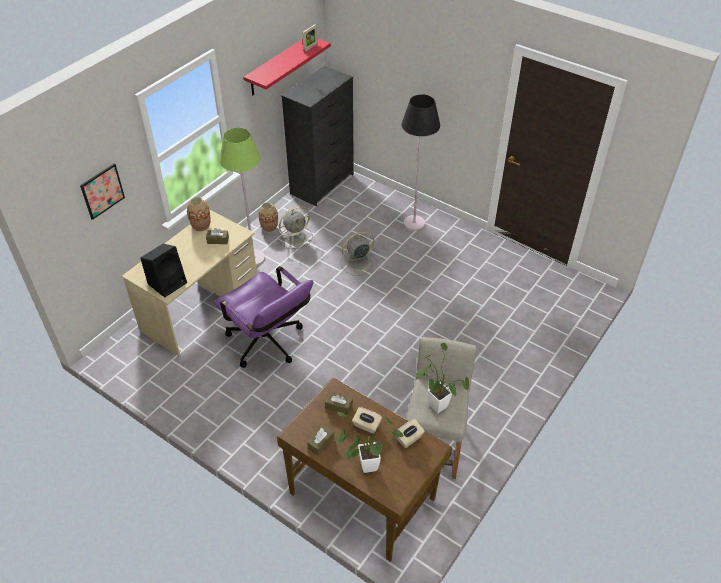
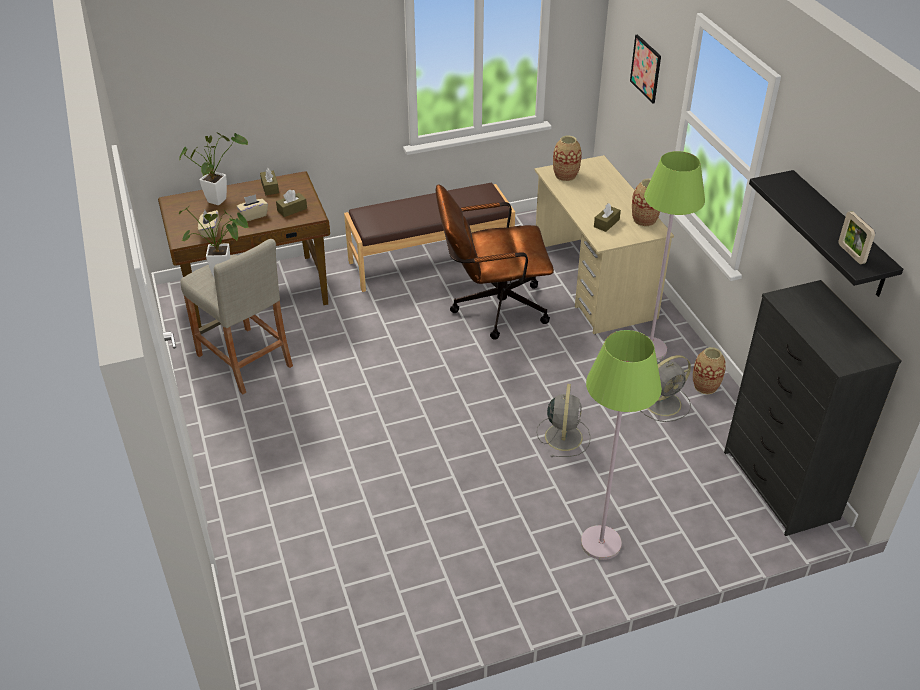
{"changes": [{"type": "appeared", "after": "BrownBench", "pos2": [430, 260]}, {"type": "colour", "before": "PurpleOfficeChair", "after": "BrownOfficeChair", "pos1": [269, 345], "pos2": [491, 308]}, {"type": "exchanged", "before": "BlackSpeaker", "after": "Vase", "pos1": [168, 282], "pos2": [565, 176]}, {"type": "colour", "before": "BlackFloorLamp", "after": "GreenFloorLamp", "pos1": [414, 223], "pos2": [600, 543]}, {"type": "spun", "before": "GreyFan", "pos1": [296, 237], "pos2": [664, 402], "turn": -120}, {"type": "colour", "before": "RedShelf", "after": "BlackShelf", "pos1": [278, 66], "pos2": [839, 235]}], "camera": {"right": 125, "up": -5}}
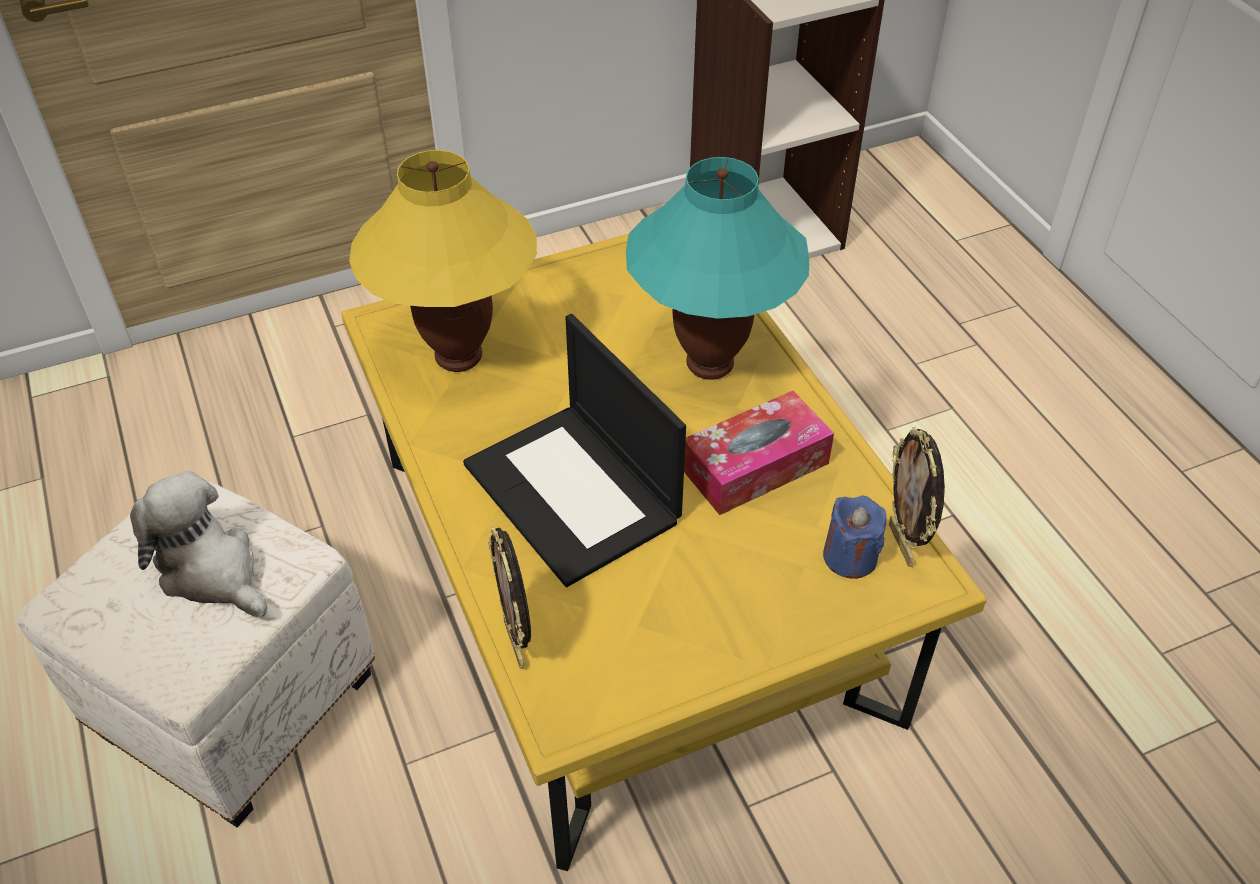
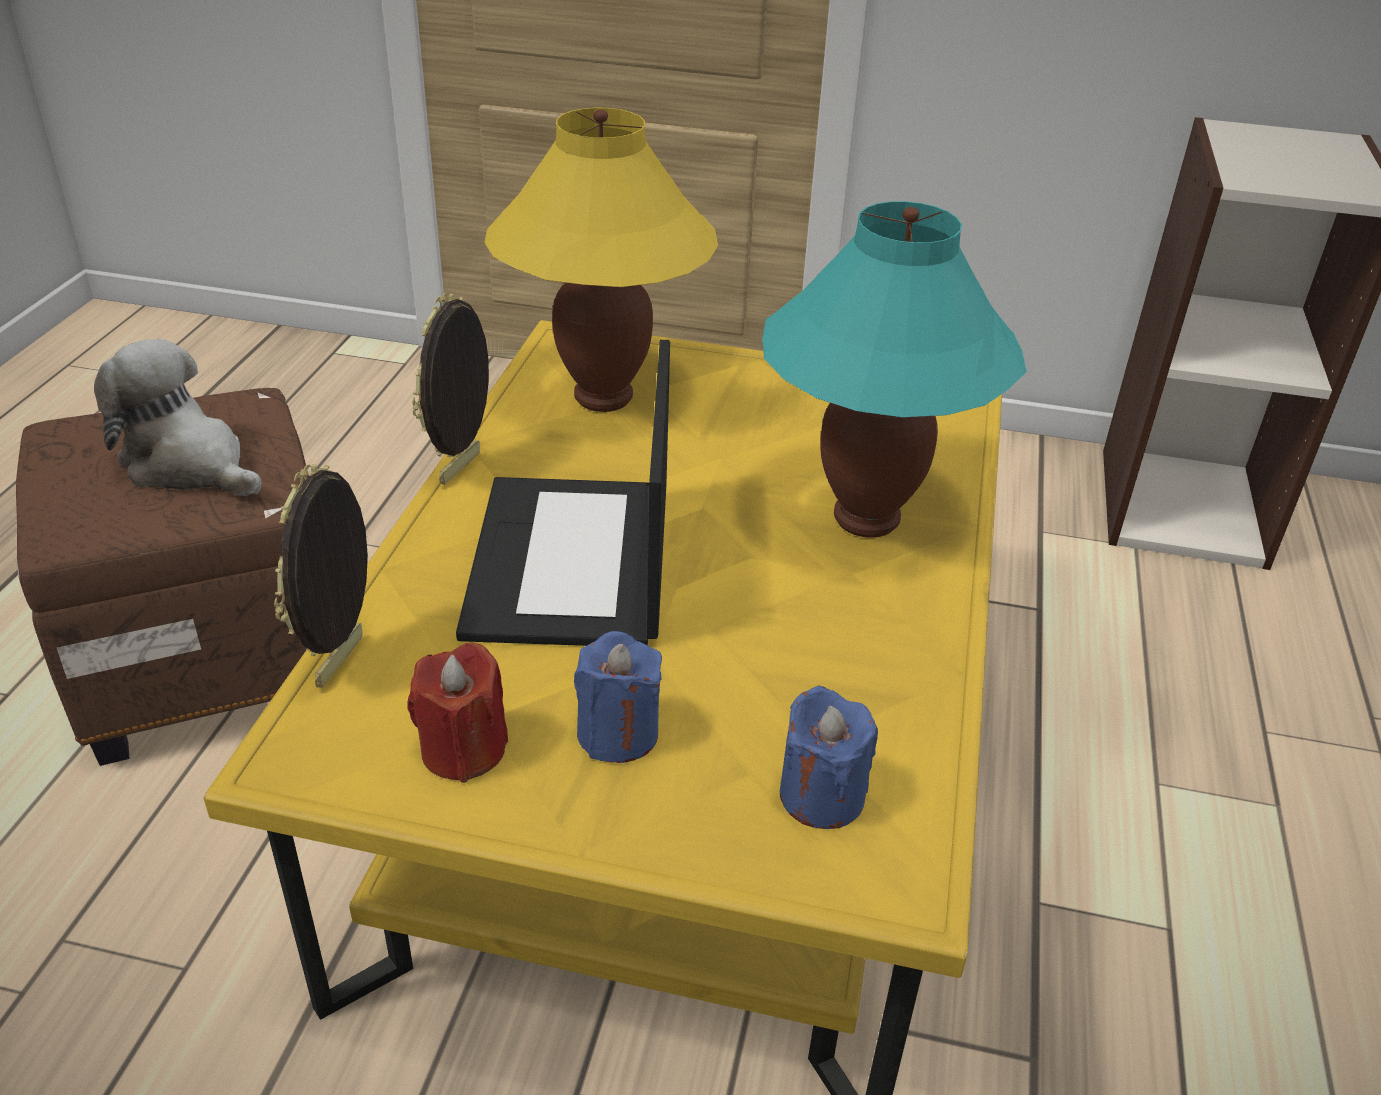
{"changes": [{"type": "colour", "before": "WhiteOttoman", "after": "BrownOttoman", "pos1": [236, 708], "pos2": [212, 666]}, {"type": "spun", "before": "PlushToy", "pos1": [211, 571], "pos2": [189, 465], "turn": -45}, {"type": "appeared", "after": "RedCandle", "pos2": [463, 750]}, {"type": "relocated", "before": "PictureFrame", "pos1": [902, 544], "pos2": [462, 469]}, {"type": "appeared", "after": "BlueCandle", "pos2": [618, 734]}, {"type": "missing", "before": "TissueBox", "pos1": [755, 466]}], "camera": {"right": 35, "up": -10}}
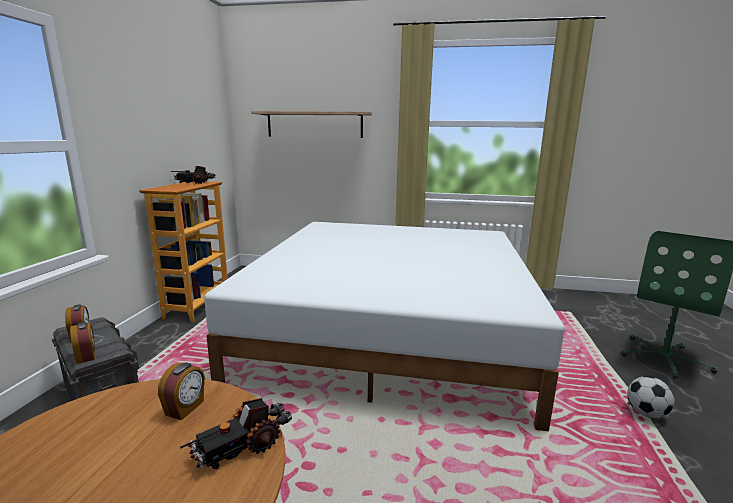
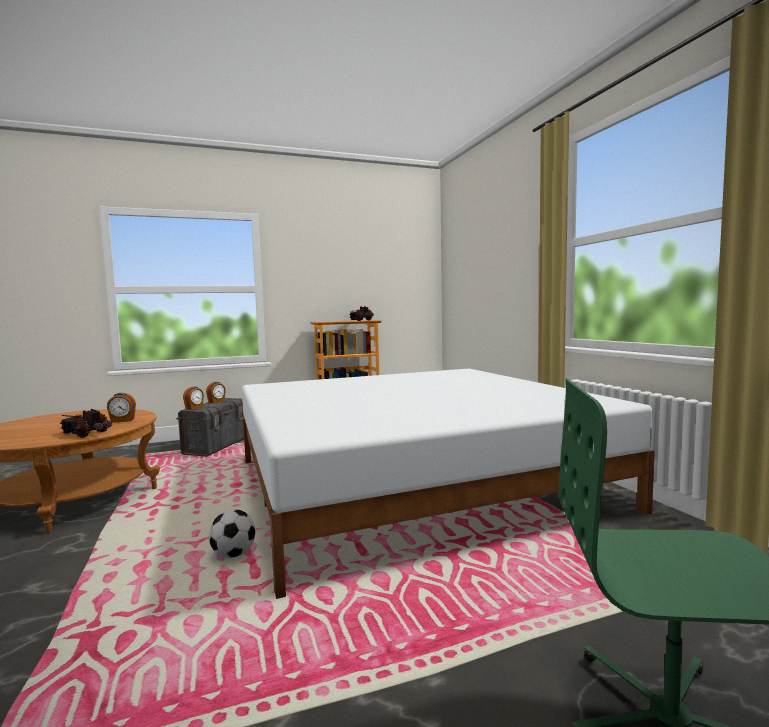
{"changes": [{"type": "relocated", "before": "Football", "pos1": [645, 413], "pos2": [233, 554]}, {"type": "missing", "before": "Shelf", "pos1": [314, 124]}], "camera": {"right": 60, "up": -10}}
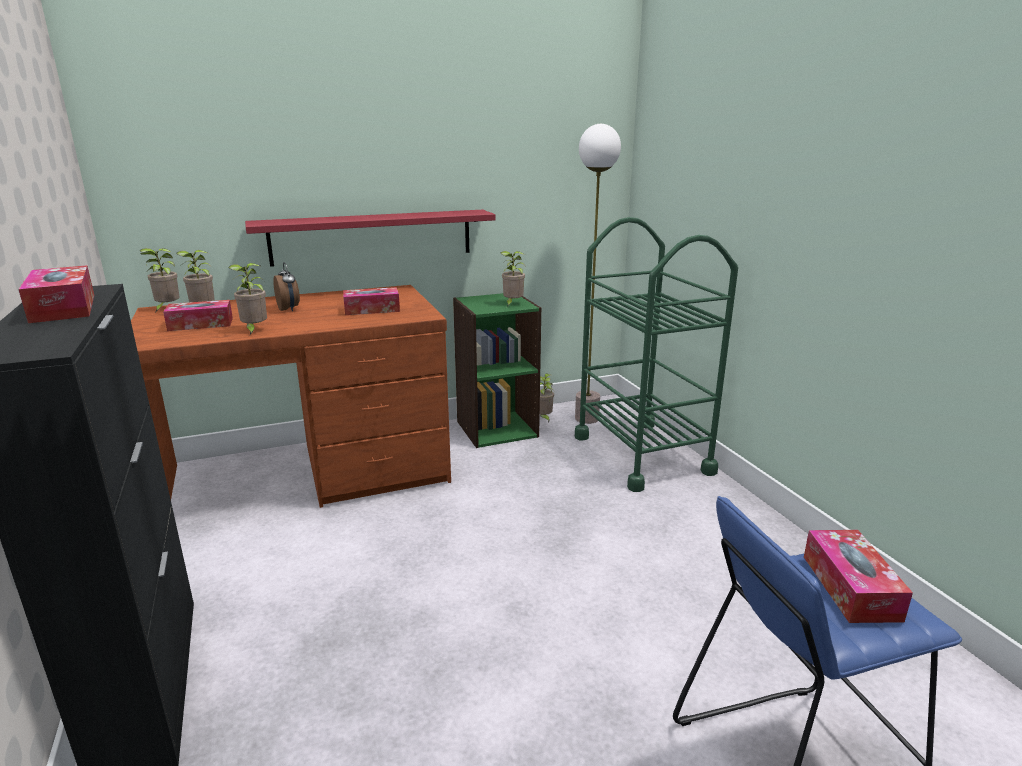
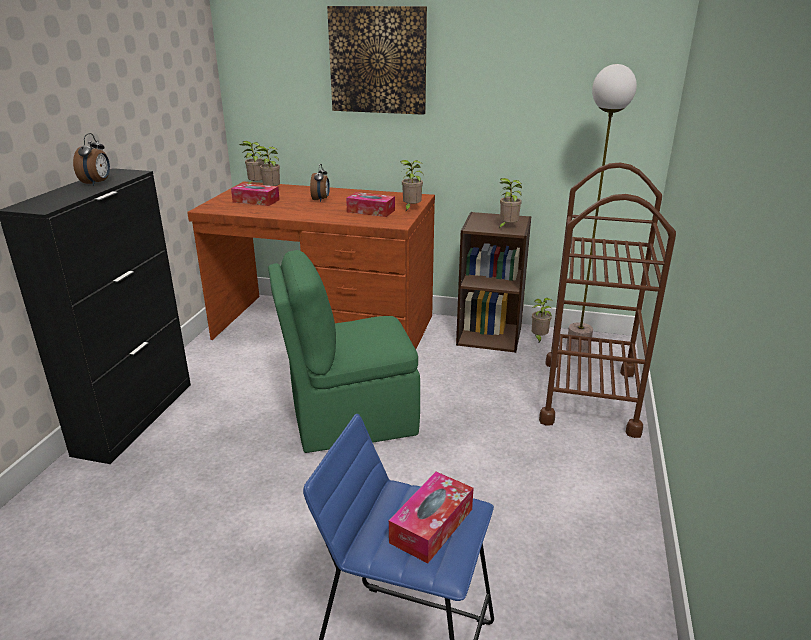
{"changes": [{"type": "exchanged", "before": "TissueBox", "after": "AlarmClock", "pos1": [63, 308], "pos2": [97, 183]}, {"type": "appeared", "after": "GreenChair", "pos2": [350, 419]}, {"type": "appeared", "after": "Picture", "pos2": [378, 60]}, {"type": "relocated", "before": "PottedPlant", "pos1": [254, 330], "pos2": [411, 209]}, {"type": "colour", "before": "GreenBookcase", "after": "BrownBookcase", "pos1": [496, 428], "pos2": [489, 335]}, {"type": "colour", "before": "GreenCart", "after": "BrownCart", "pos1": [642, 454], "pos2": [589, 396]}, {"type": "missing", "before": "RedShelf", "pos1": [372, 237]}], "camera": {"right": 35, "up": 5}}
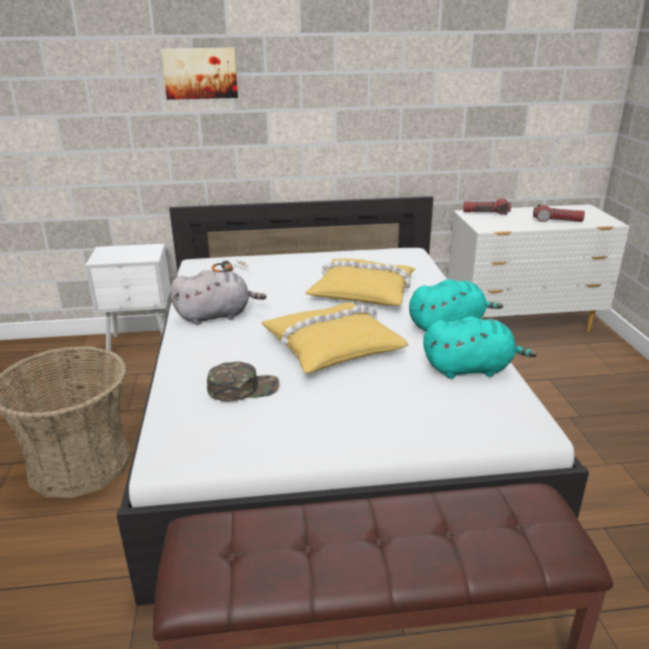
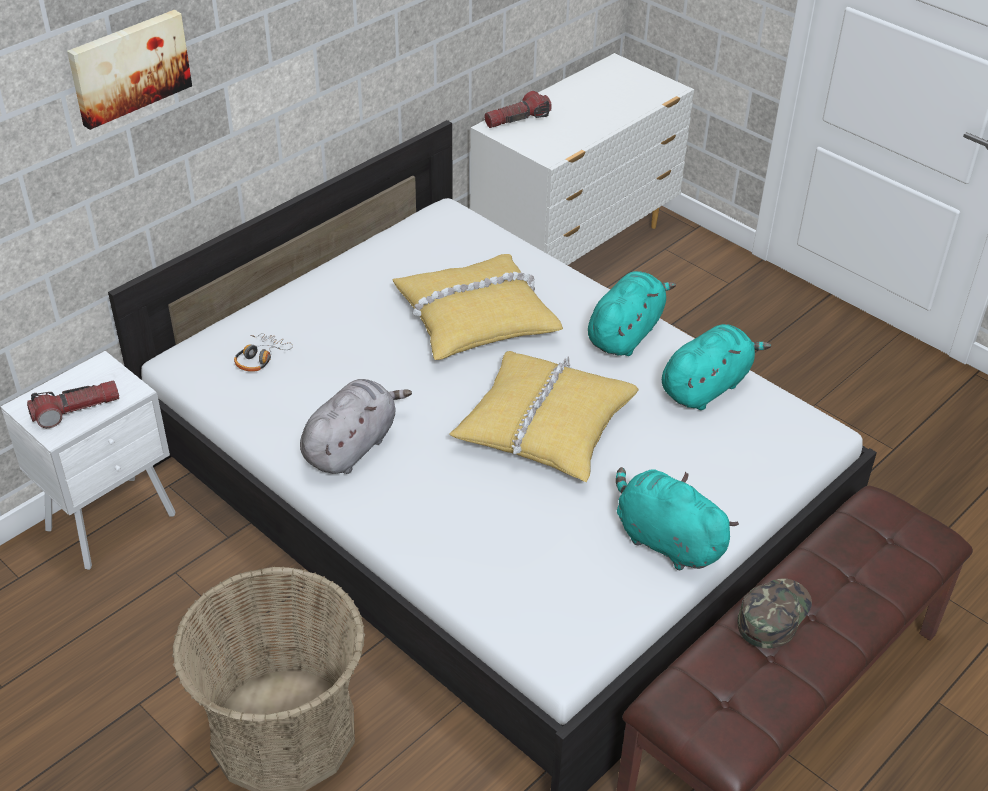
{"changes": [{"type": "relocated", "before": "Flashlight", "pos1": [557, 221], "pos2": [76, 410]}, {"type": "appeared", "after": "TurquoisePlushToy", "pos2": [665, 540]}, {"type": "relocated", "before": "GreenCap", "pos1": [243, 388], "pos2": [773, 614]}], "camera": {"right": -40, "up": 15}}
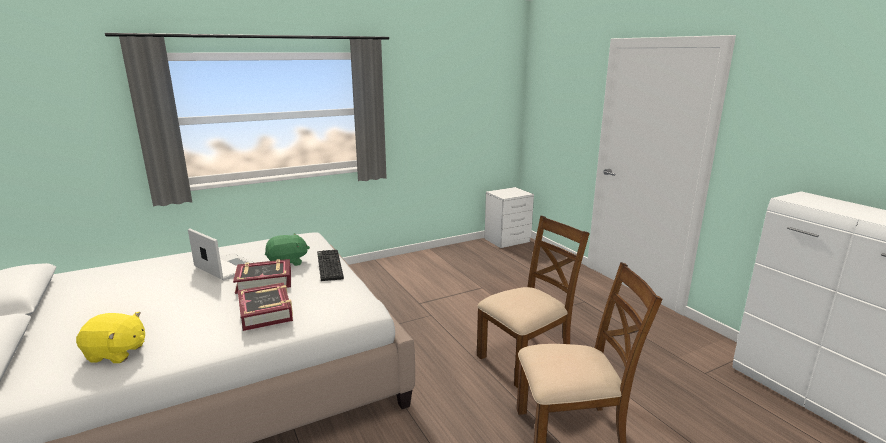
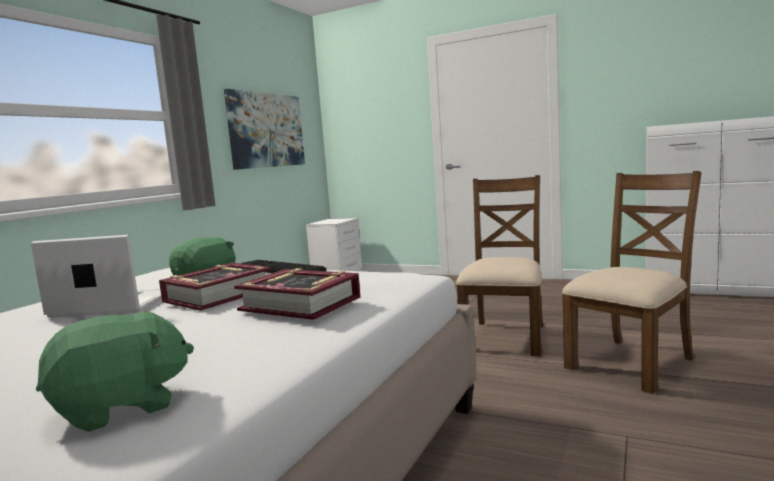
{"changes": [{"type": "colour", "before": "YellowPlushToy", "after": "GreenPlushToy", "pos1": [116, 353], "pos2": [122, 407]}, {"type": "appeared", "after": "Picture", "pos2": [266, 130]}], "camera": {"right": -35, "up": -10}}
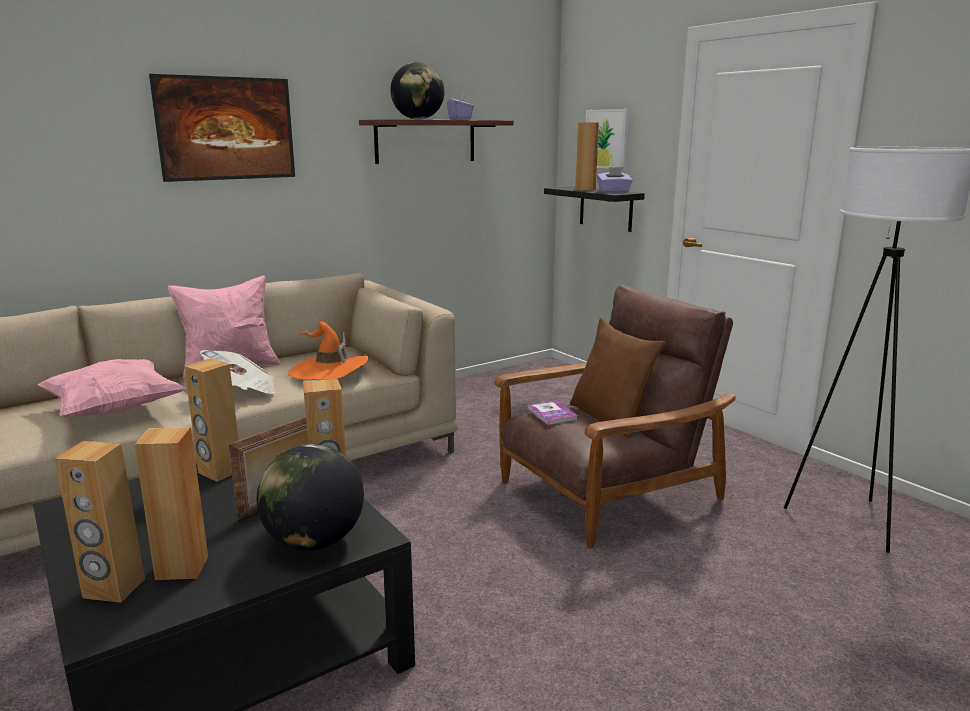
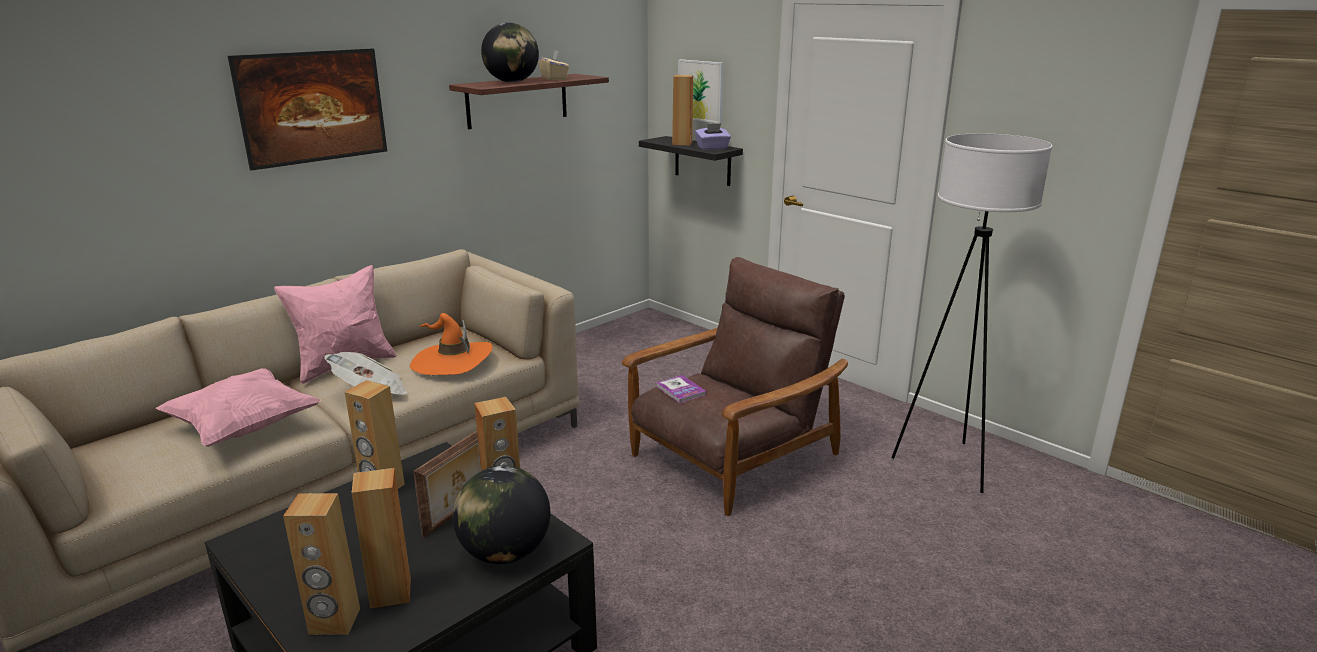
{"changes": [{"type": "colour", "before": "PurpleTissueBox", "after": "BeigeTissueBox", "pos1": [460, 119], "pos2": [554, 79]}, {"type": "missing", "before": "BrownPillow", "pos1": [611, 418]}], "camera": {"right": -10, "up": 5}}
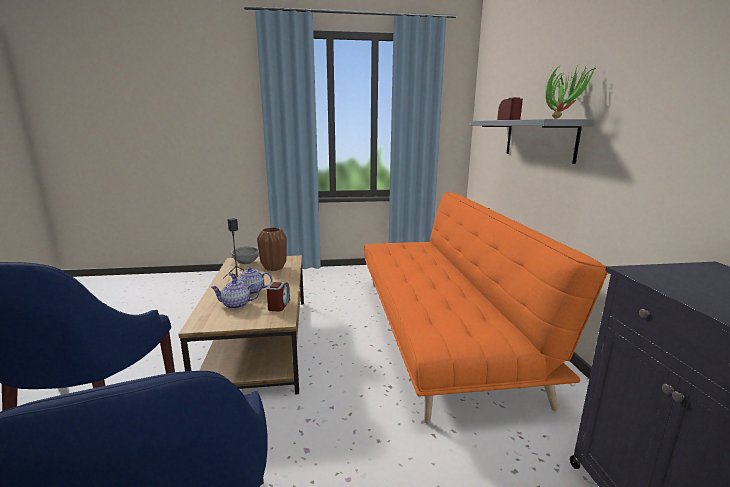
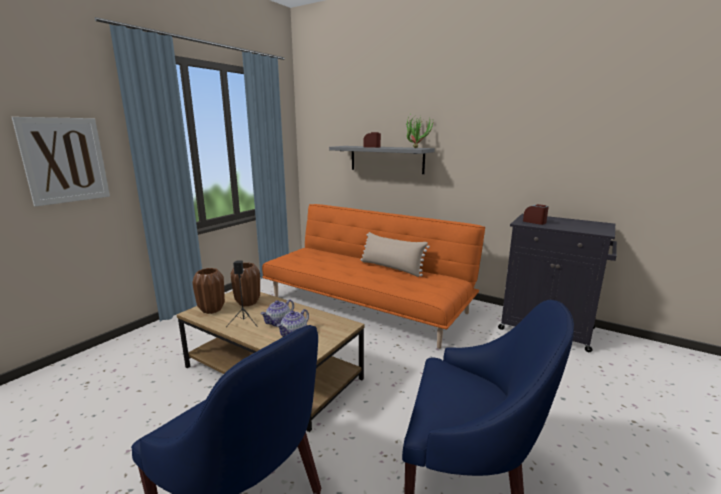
{"changes": [{"type": "appeared", "after": "Picture", "pos2": [64, 160]}, {"type": "exchanged", "before": "GreyBowl", "after": "BrownVase", "pos1": [246, 263], "pos2": [212, 309]}, {"type": "appeared", "after": "BeigePillow", "pos2": [391, 268]}, {"type": "relocated", "before": "AlarmClock", "pos1": [279, 305], "pos2": [534, 222]}], "camera": {"right": -50, "up": 0}}
